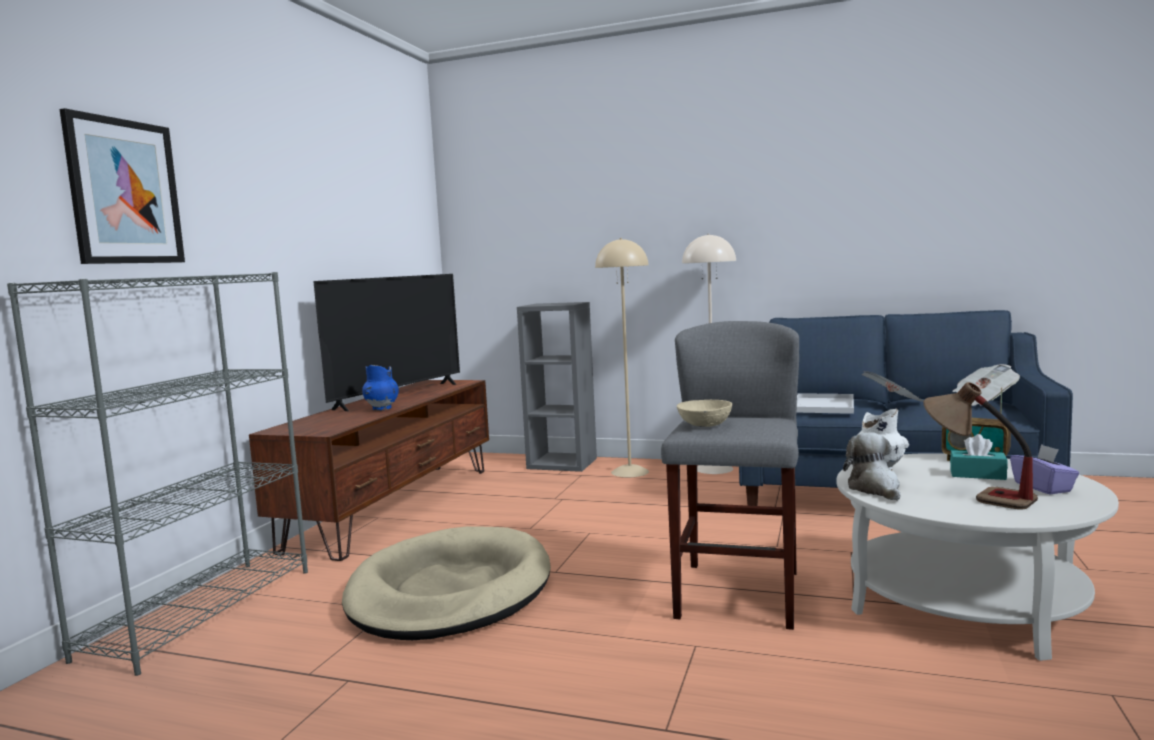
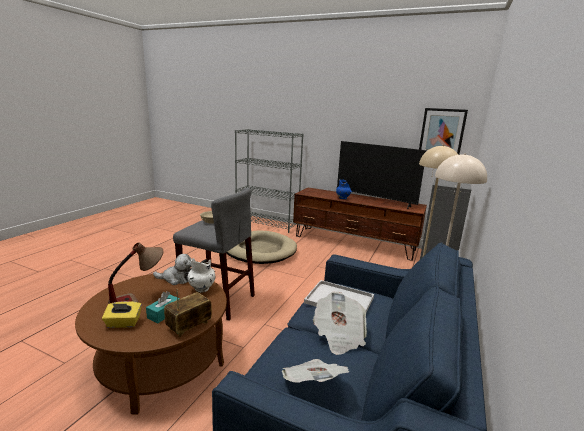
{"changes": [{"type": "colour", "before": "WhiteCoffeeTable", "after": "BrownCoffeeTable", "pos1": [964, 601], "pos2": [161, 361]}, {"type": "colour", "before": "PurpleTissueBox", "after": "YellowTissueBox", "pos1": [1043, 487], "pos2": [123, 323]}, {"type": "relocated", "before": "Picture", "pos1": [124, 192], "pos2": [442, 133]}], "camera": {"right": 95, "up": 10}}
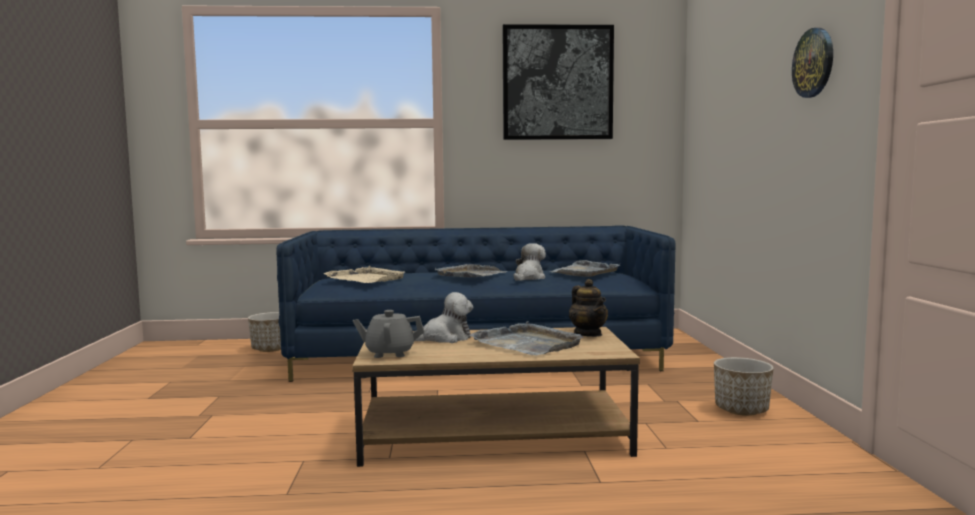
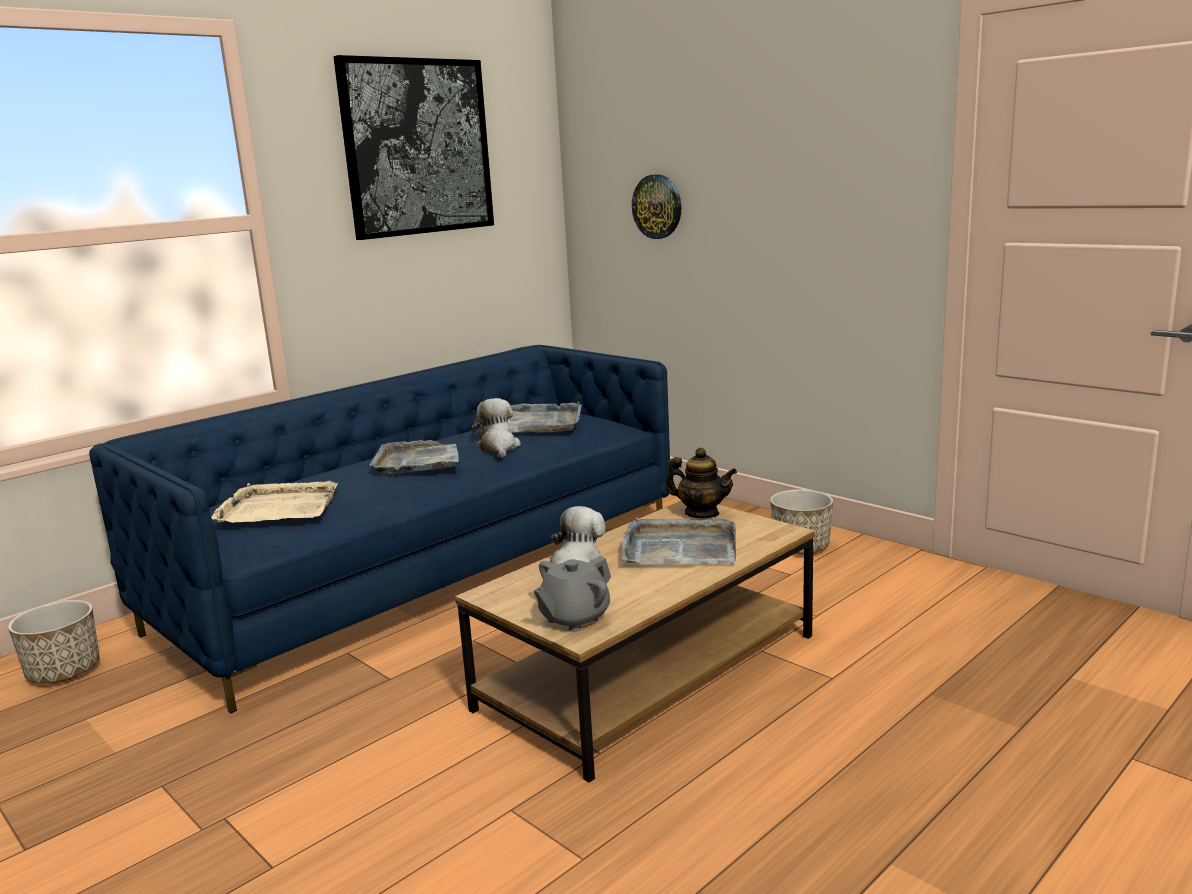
{"changes": [{"type": "relocated", "before": "WallClock", "pos1": [813, 63], "pos2": [657, 206]}], "camera": {"right": -40, "up": 10}}
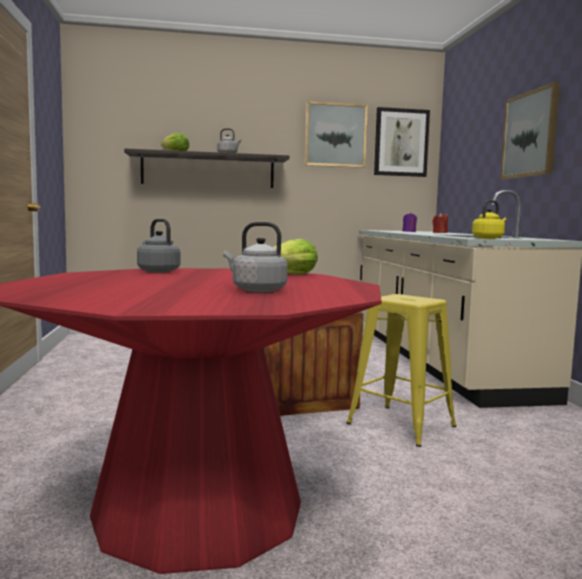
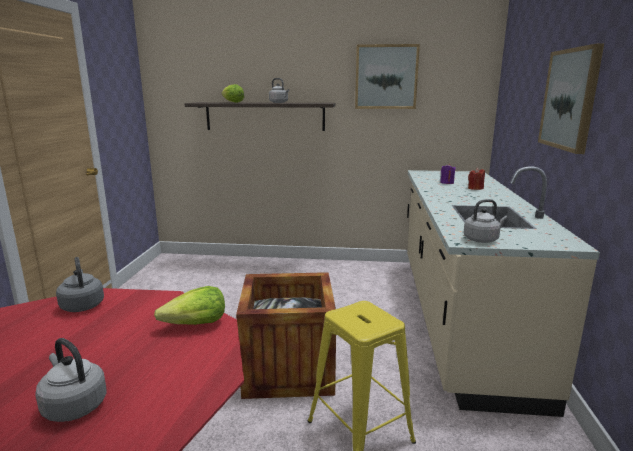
{"changes": [{"type": "colour", "before": "YellowKettle", "after": "GreyKettle", "pos1": [488, 238], "pos2": [482, 239]}, {"type": "missing", "before": "Picture", "pos1": [401, 142]}], "camera": {"right": 15, "up": 10}}
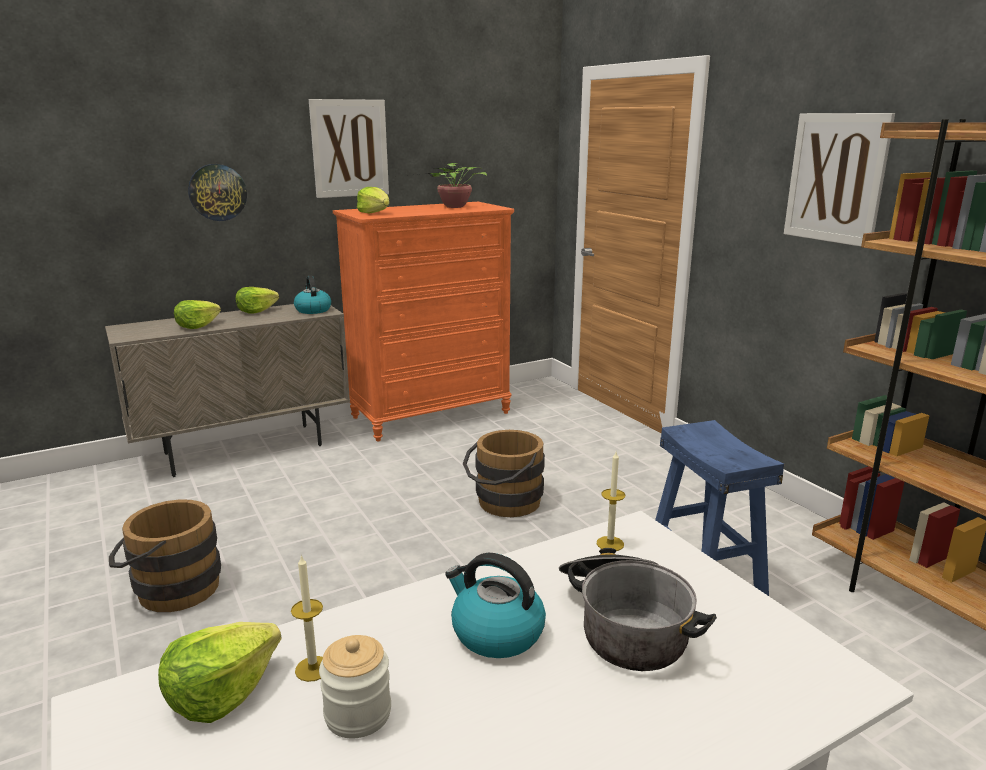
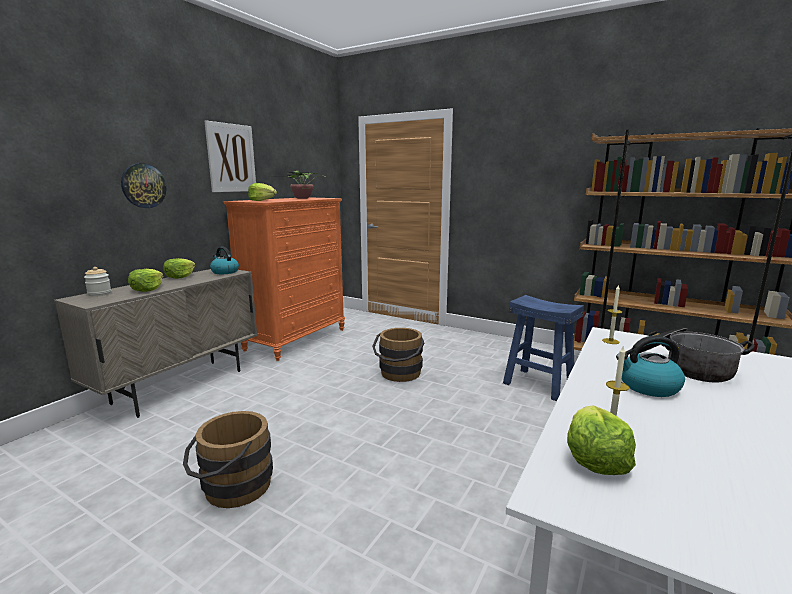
{"changes": [{"type": "relocated", "before": "Jar", "pos1": [358, 714], "pos2": [99, 294]}, {"type": "missing", "before": "Picture", "pos1": [836, 178]}], "camera": {"right": -30, "up": -5}}
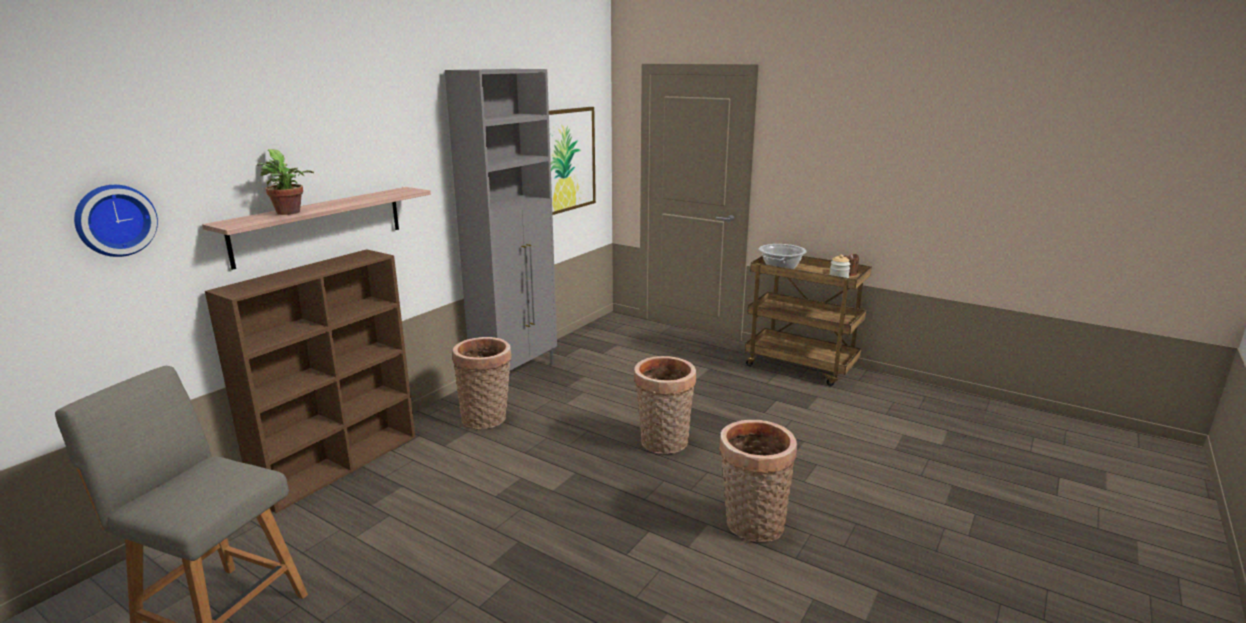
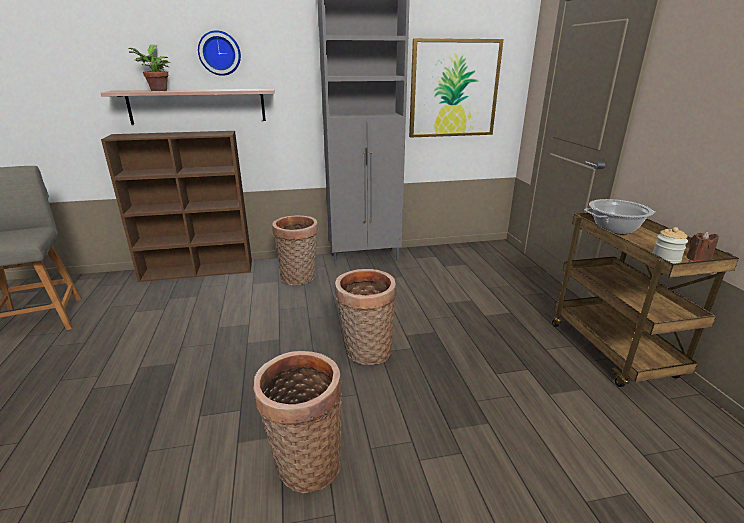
{"changes": [{"type": "relocated", "before": "WallClock", "pos1": [114, 220], "pos2": [220, 53]}], "camera": {"right": 45, "up": 5}}
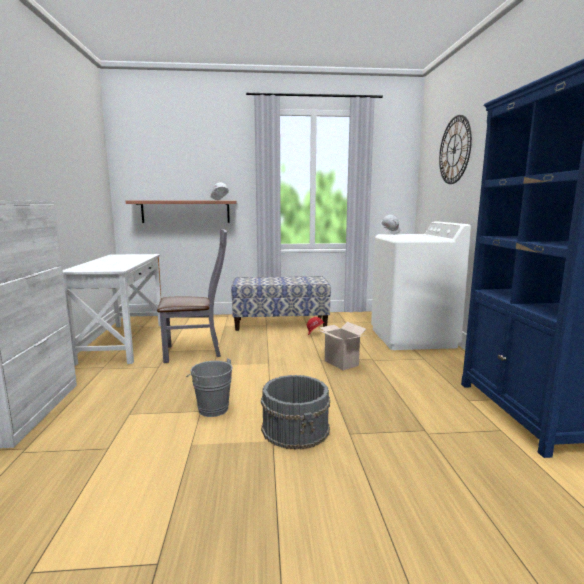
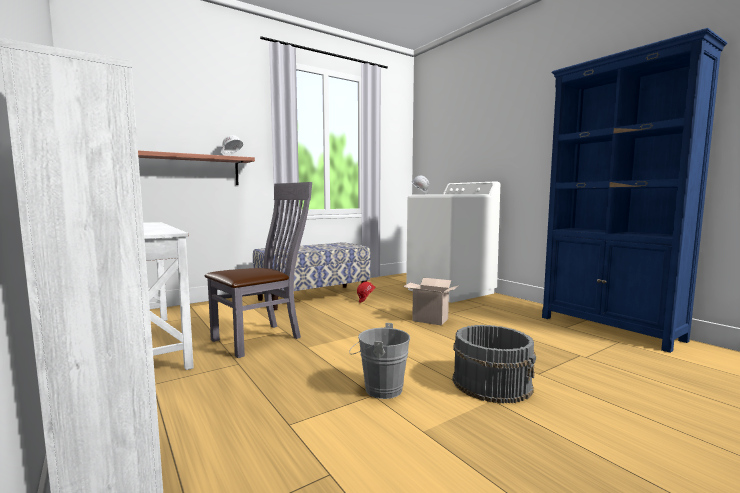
{"changes": [{"type": "missing", "before": "WallClock", "pos1": [454, 150]}], "camera": {"right": -30, "up": -5}}
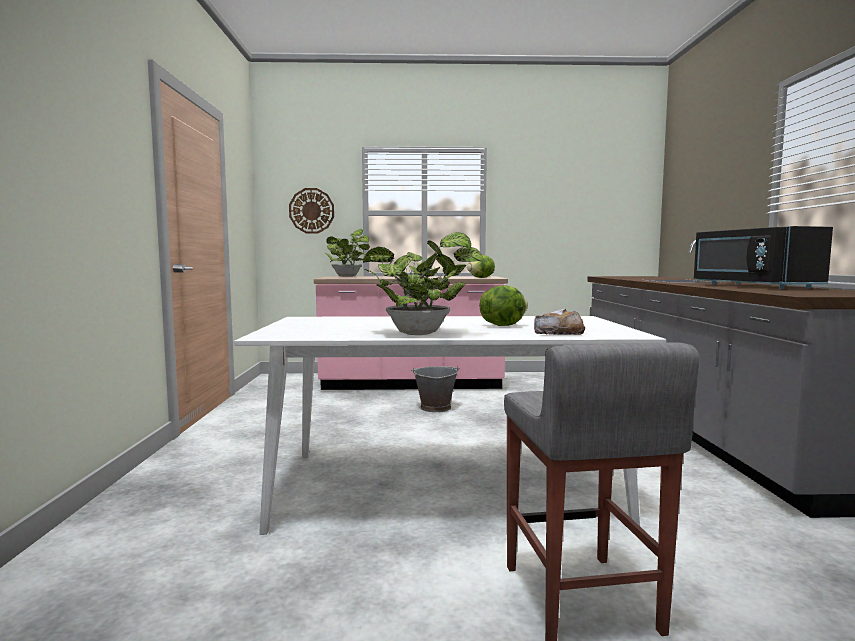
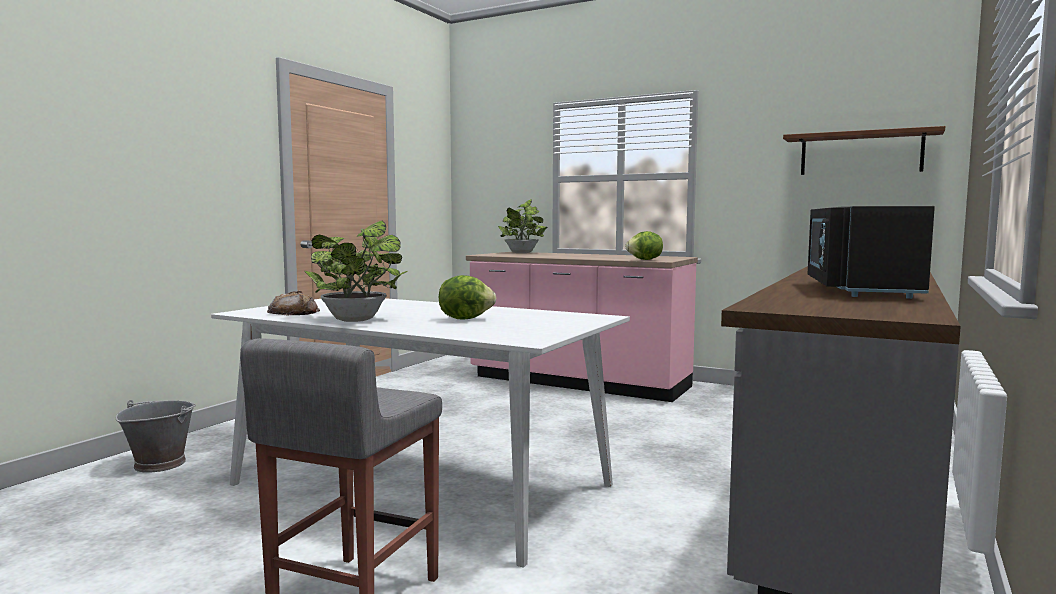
{"changes": [{"type": "relocated", "before": "GreyBucket", "pos1": [435, 407], "pos2": [159, 463]}, {"type": "relocated", "before": "Bread", "pos1": [559, 333], "pos2": [293, 313]}, {"type": "appeared", "after": "BrownShelf", "pos2": [860, 153]}, {"type": "missing", "before": "WallClock", "pos1": [311, 211]}], "camera": {"right": 30, "up": 0}}
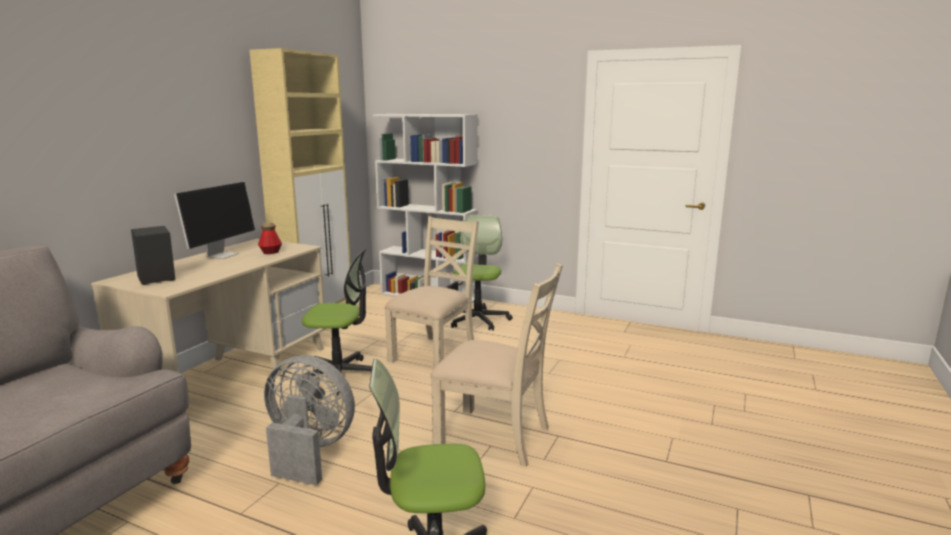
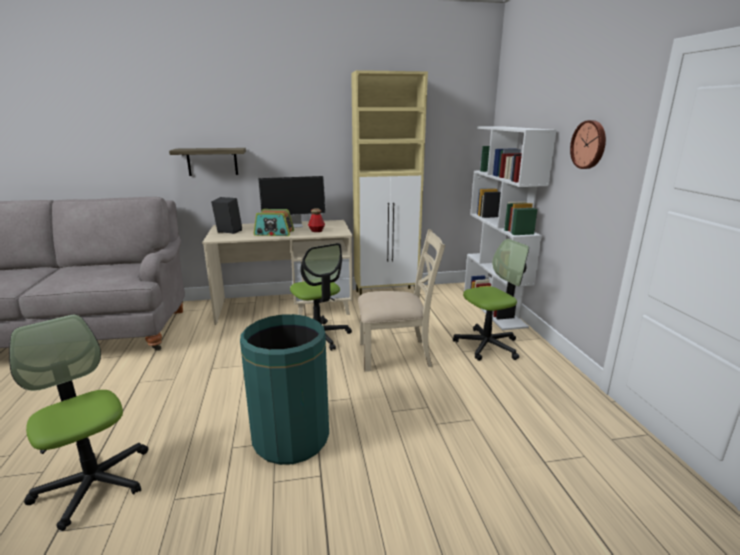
{"changes": [{"type": "appeared", "after": "Shelf", "pos2": [212, 161]}, {"type": "exchanged", "before": "BeigeChair", "after": "GreenTrashCan", "pos1": [494, 436], "pos2": [291, 438]}, {"type": "appeared", "after": "Radio", "pos2": [274, 233]}, {"type": "appeared", "after": "WallClock", "pos2": [589, 144]}, {"type": "missing", "before": "GreyFan", "pos1": [308, 451]}], "camera": {"right": 55, "up": 5}}
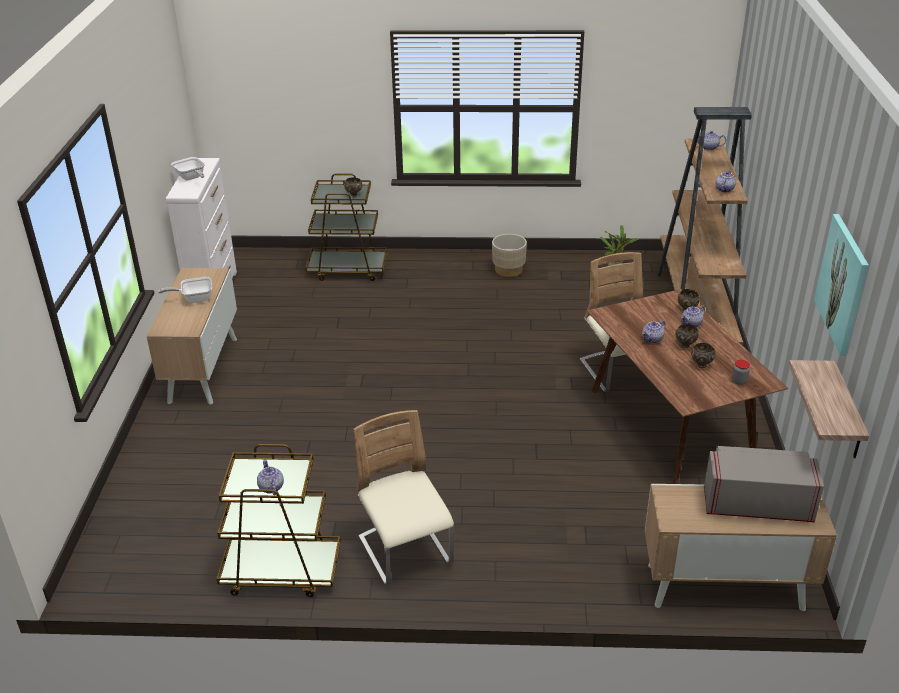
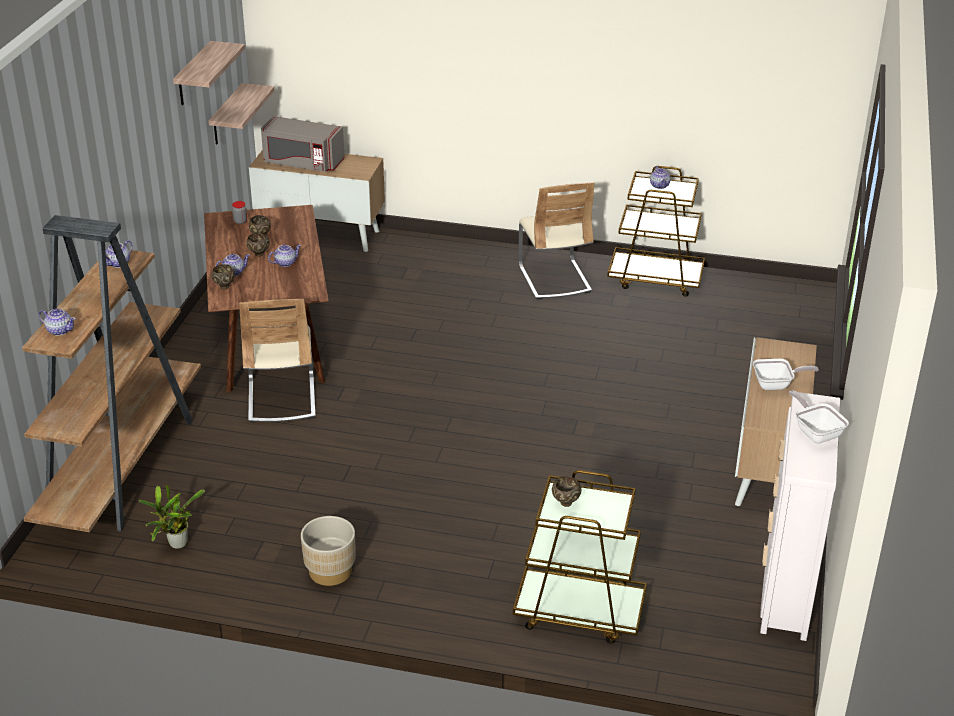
{"changes": [{"type": "exchanged", "before": "Picture", "after": "Shelf", "pos1": [842, 283], "pos2": [193, 74]}], "camera": {"right": -170, "up": 0}}
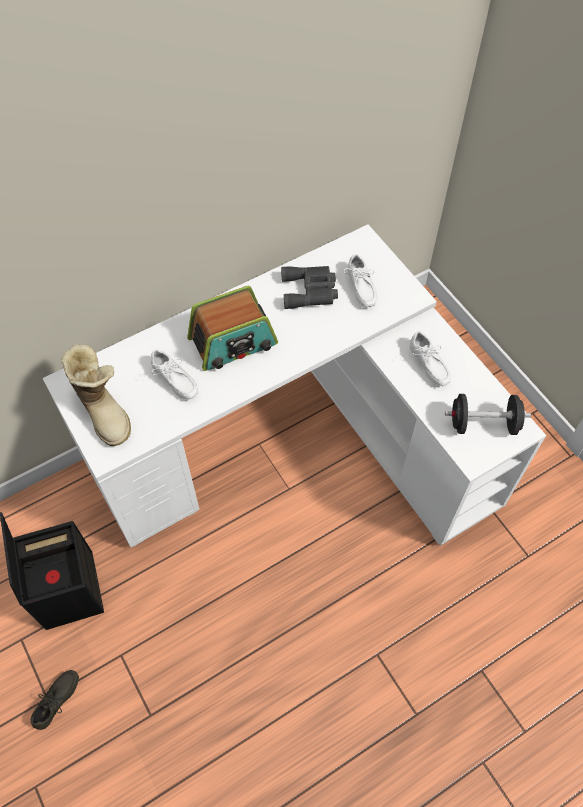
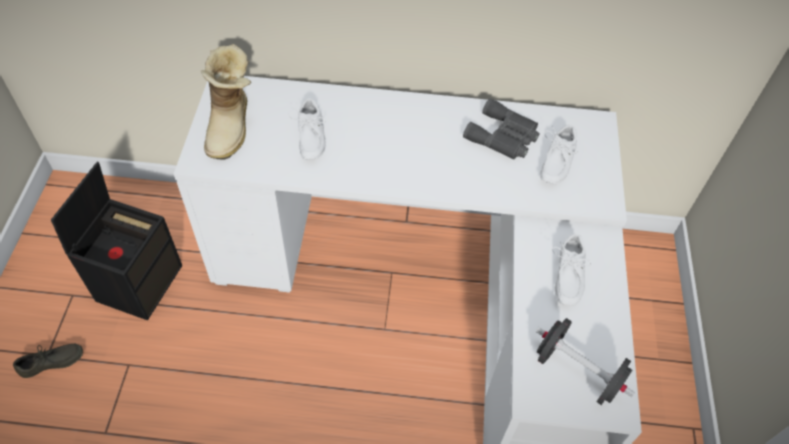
{"changes": [{"type": "missing", "before": "Radio", "pos1": [233, 342]}], "camera": {"right": 35, "up": -5}}
